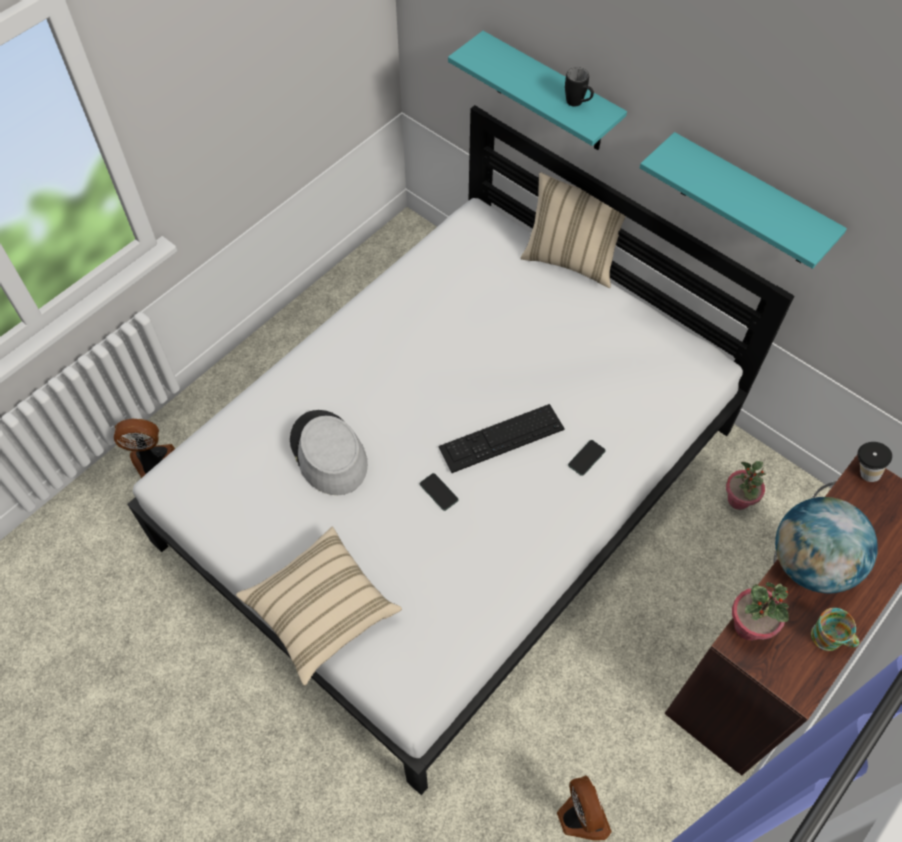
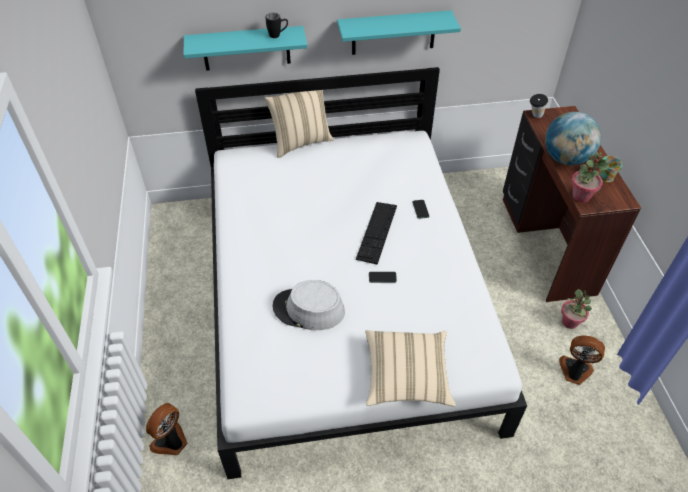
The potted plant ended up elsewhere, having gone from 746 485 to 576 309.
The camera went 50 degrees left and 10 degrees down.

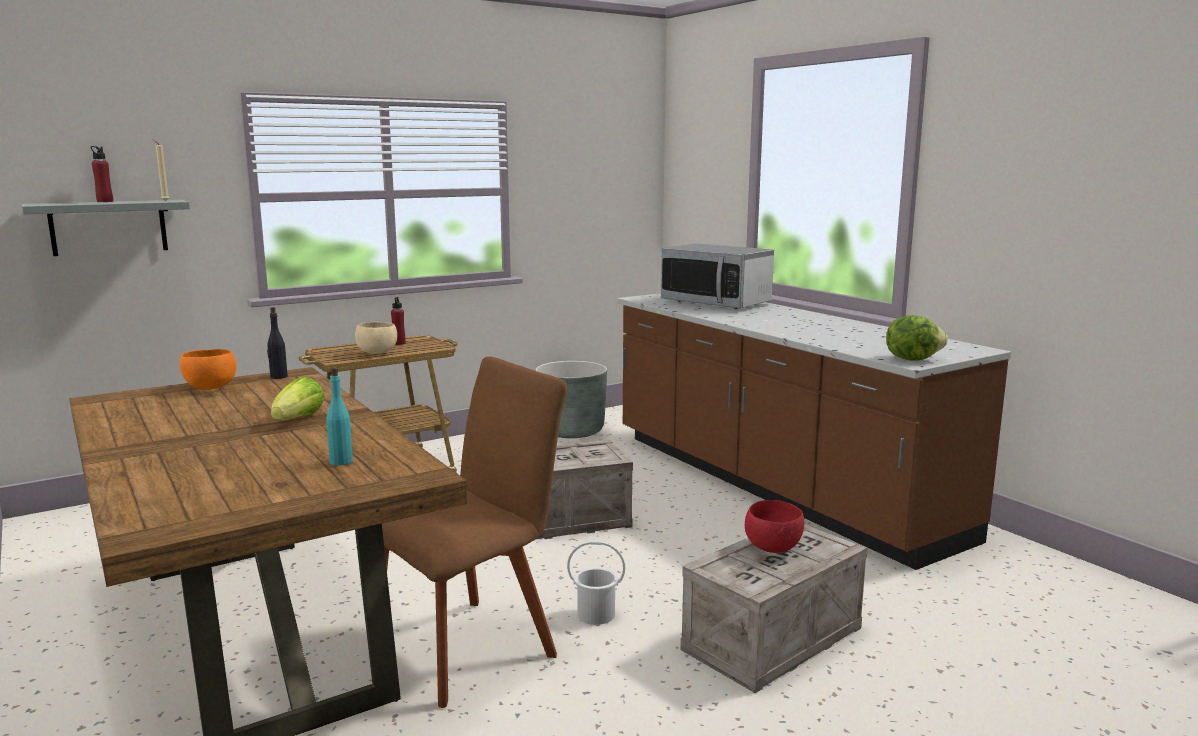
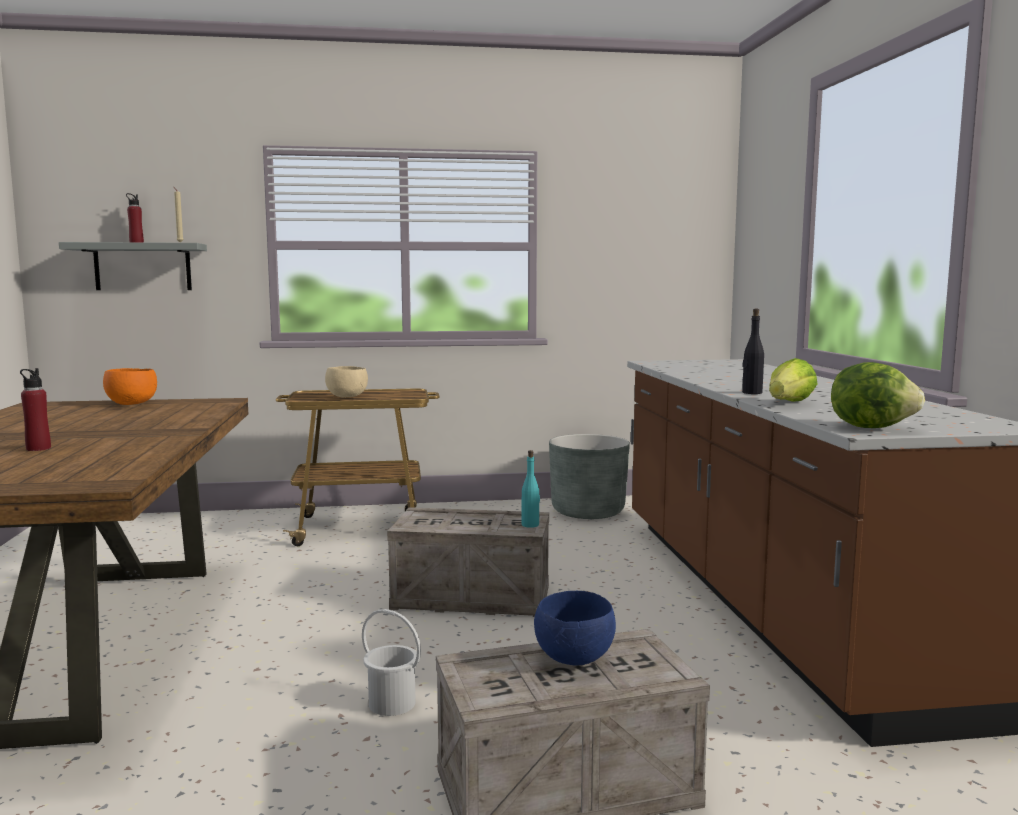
The second view lost the brown chair at 474 532.
The second view lost the microwave at 717 276.
The black bottle ended up elsewhere, having gone from 277 343 to 753 351.
The lettuce ended up elsewhere, having gone from 298 398 to 793 380.
The turquoise bottle ended up elsewhere, having gone from 339 416 to 531 489.
The red bottle ended up elsewhere, having gone from 398 321 to 35 409.
What was the red bowl at 774 526 turned into the blue bowl at 575 628.
The camera went 25 degrees right and 5 degrees down.

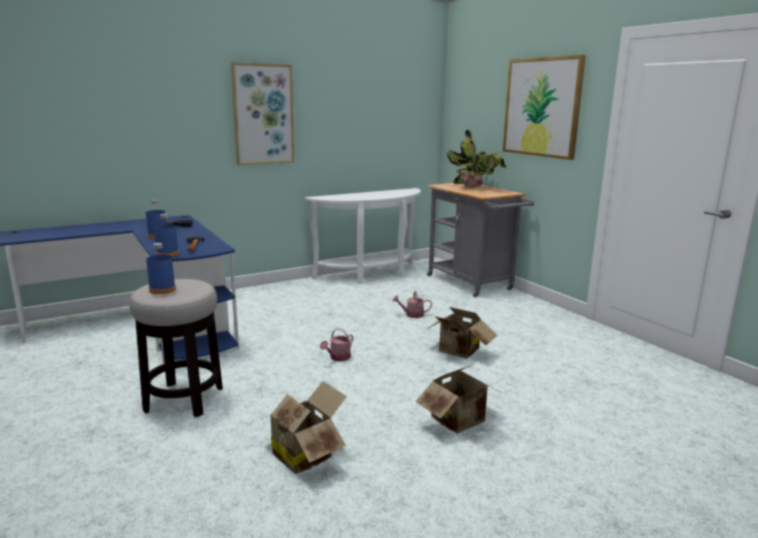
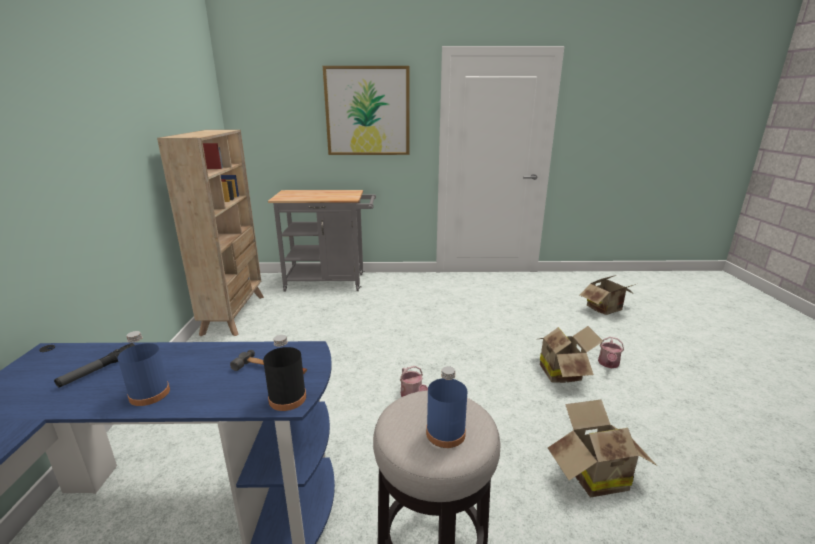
The second view lost the picture at 262 113.
The second view lost the potted plant at 476 159.
The watering can ended up elsewhere, having gone from 412 304 to 611 352.
The cardboard box ended up elsewhere, having gone from 461 333 to 608 295.
Where the white console table stood at 363 236, the beige bookcase came to stand at 210 233.
What was the blue bottle at 166 235 turned into the black bottle at 284 373.
The camera went 60 degrees left and 5 degrees up.

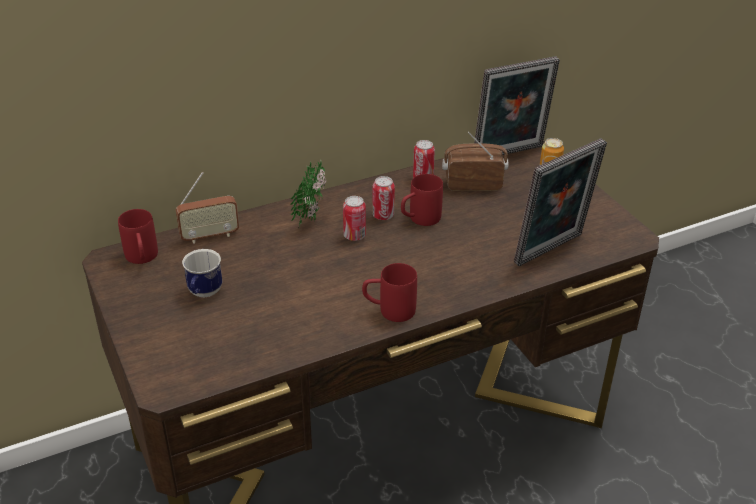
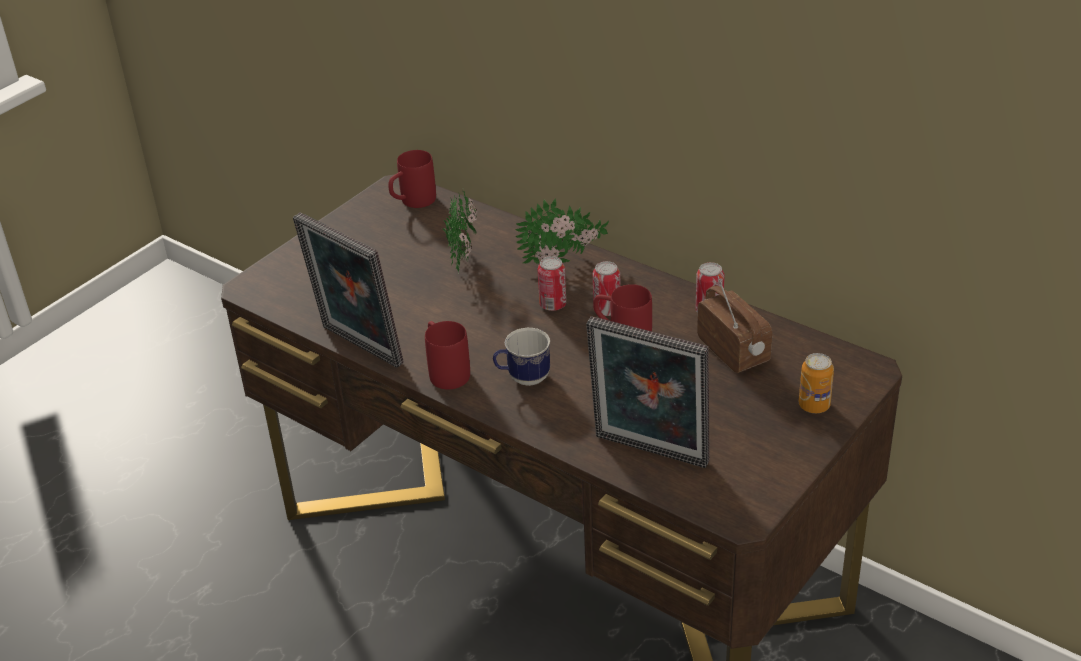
The second view lost the radio at 207 207.
The second view gained the potted plant at 460 233.
The mug ended up elsewhere, having gone from 202 273 to 521 357.
The picture frame ended up elsewhere, having gone from 517 105 to 348 290.
The camera went 65 degrees right and 0 degrees up.

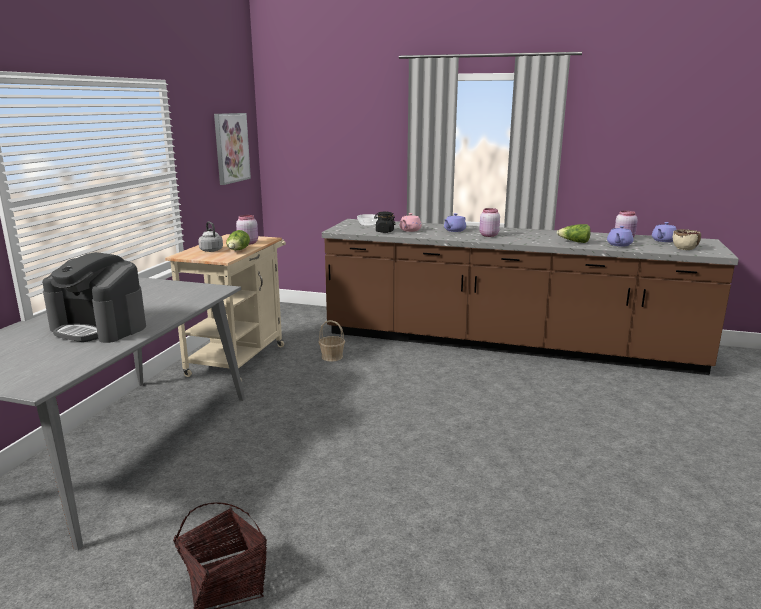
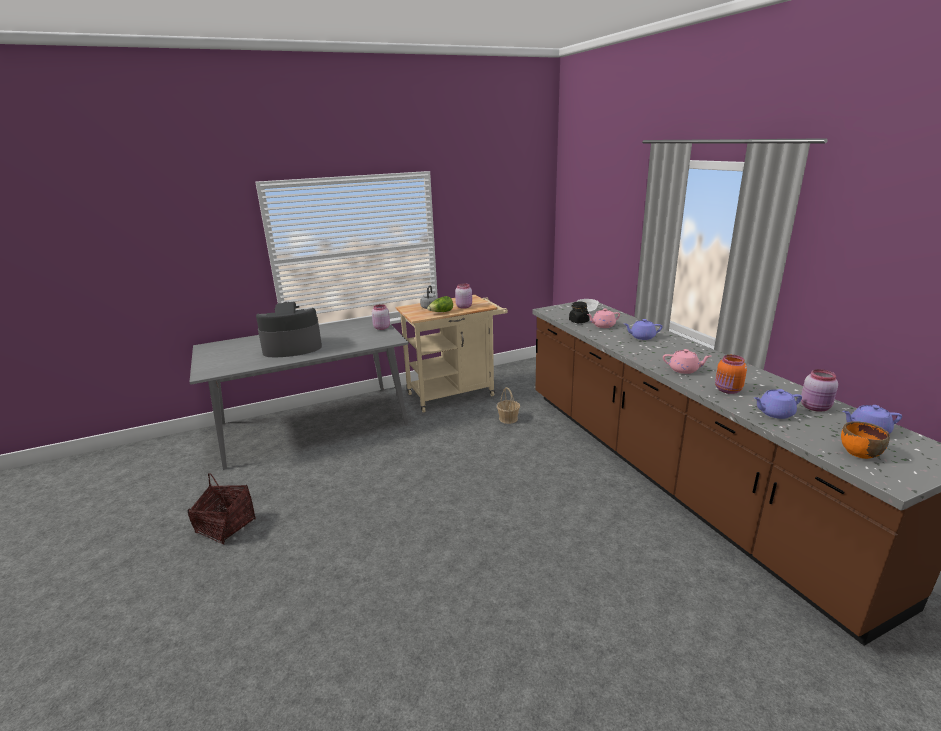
The second view lost the picture at 232 149.
The second view gained the pink teapot at 687 361.
The pink jar ended up elsewhere, having gone from 489 222 to 381 317.
Where the lettuce stood at 574 233, the orange jar came to stand at 731 374.
What was the beige bowl at 686 239 turned into the orange bowl at 865 440.
The coffee machine at 94 297 ended up facing another way, 90 degrees clockwise from before.
The camera went 50 degrees right and 5 degrees up.

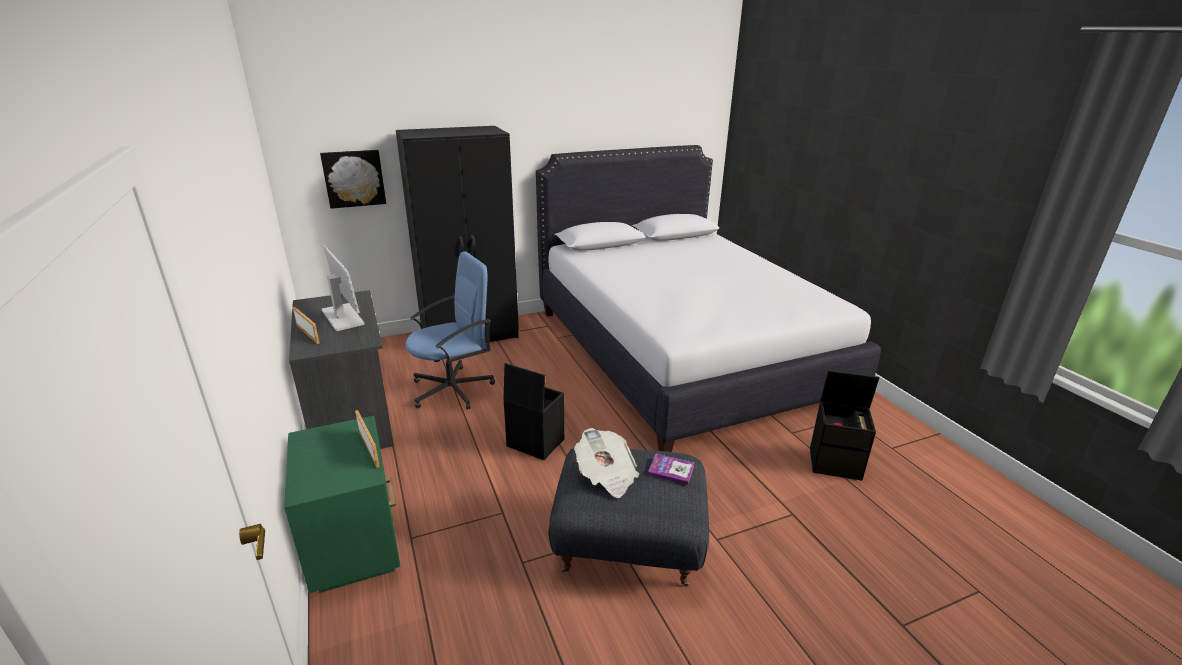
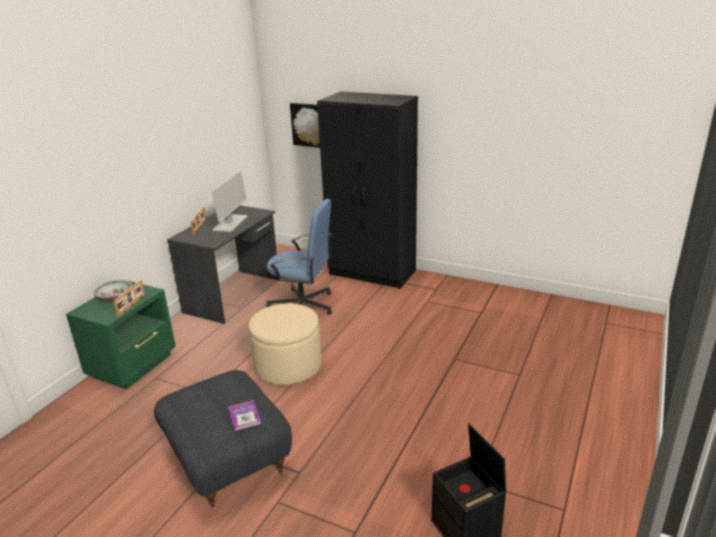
The second view lost the white bed at 708 298.
The second view lost the newspaper at 607 463.
The second view gained the bowl at 113 290.
Where the black storage box stood at 534 411, the beige ottoman came to stand at 285 344.
The camera went 50 degrees right and 0 degrees up.

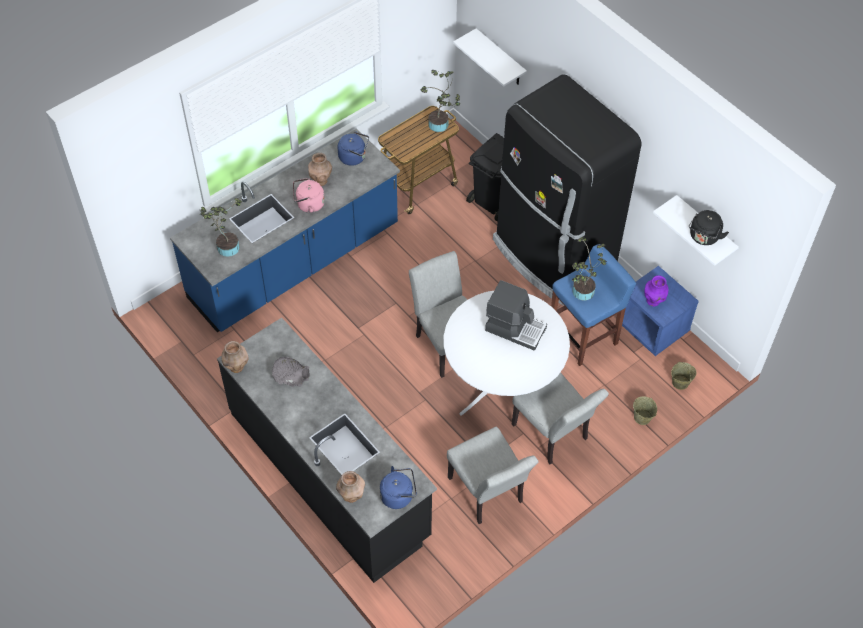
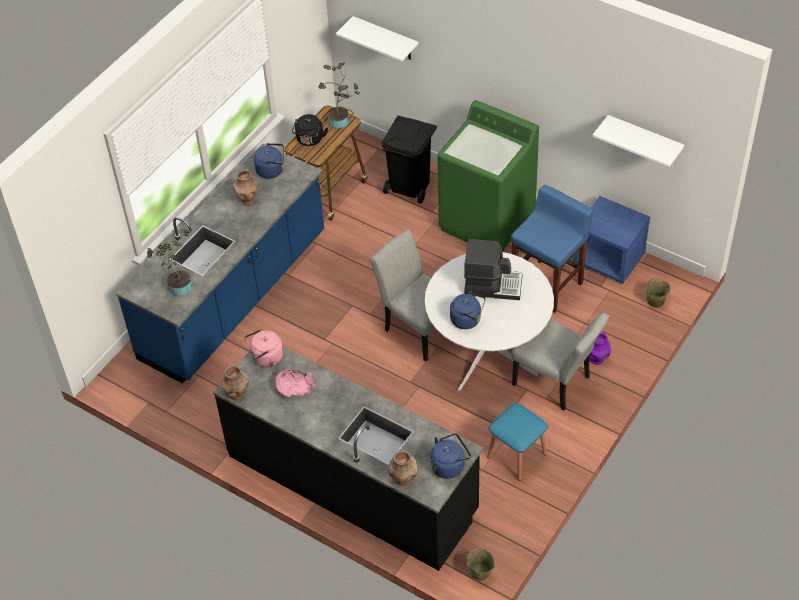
The second view lost the potted plant at 589 269.
The second view gained the blue kettle at 467 310.
The pink kettle ended up elsewhere, having gone from 309 195 to 263 348.
The beige bucket ended up elsewhere, having gone from 645 410 to 480 565.
The purple vase ended up elsewhere, having gone from 656 290 to 600 348.
The black kettle ended up elsewhere, having gone from 709 227 to 310 130.
Where the grey chair stood at 492 475, the blue stool came to stand at 517 442.
Where the black fridge stood at 567 190, the green washing machine came to stand at 488 176.
What was the grey bowl at 291 372 turned into the pink bowl at 295 383.
The camera went 15 degrees left and 5 degrees down.

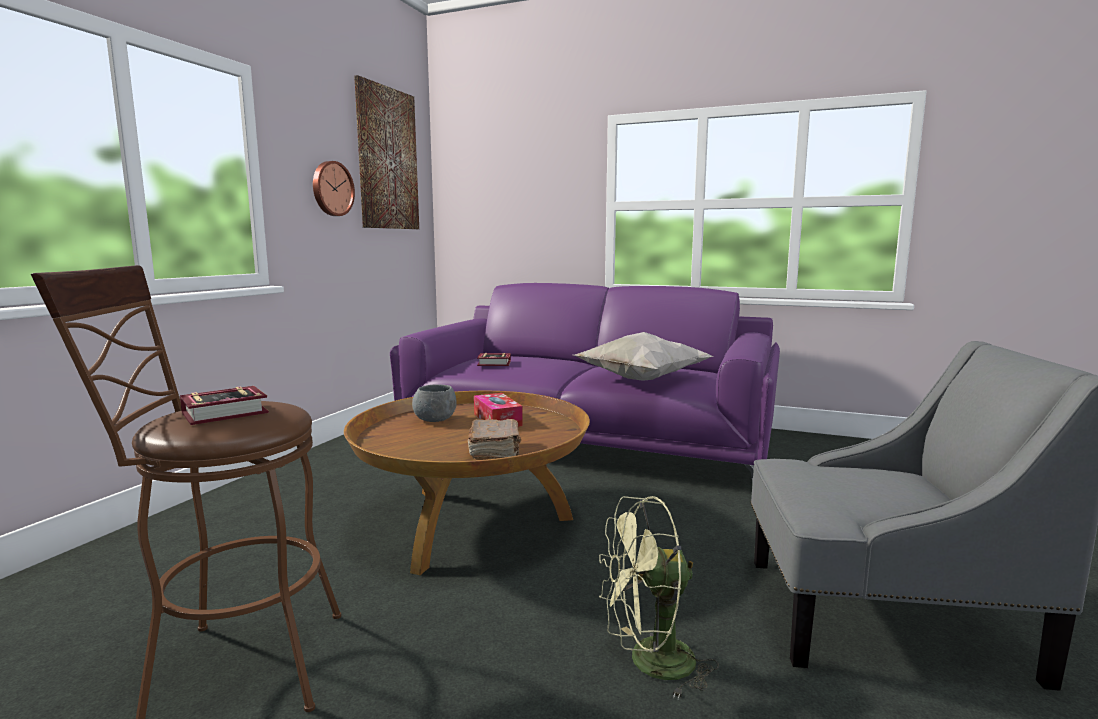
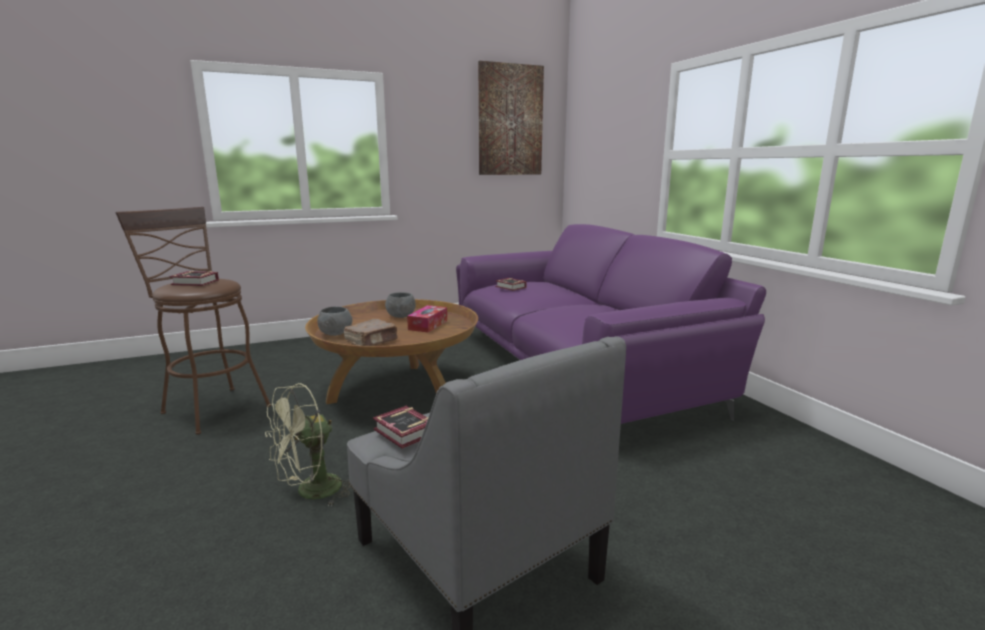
The second view lost the wall clock at 334 188.
The second view lost the white pillow at 644 356.
The second view gained the grey bowl at 334 321.
The second view gained the book at 400 427.
The green fan at 659 597 ended up facing another way, 75 degrees counterclockwise from before.
The camera went 45 degrees right and 5 degrees up.

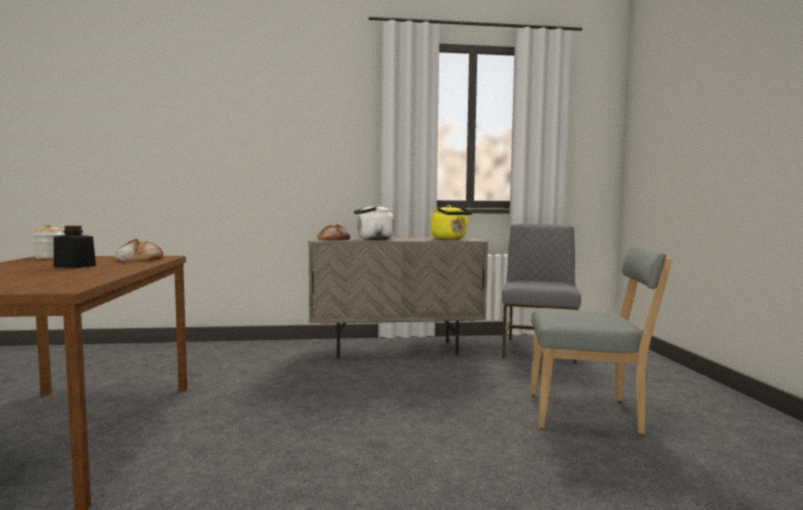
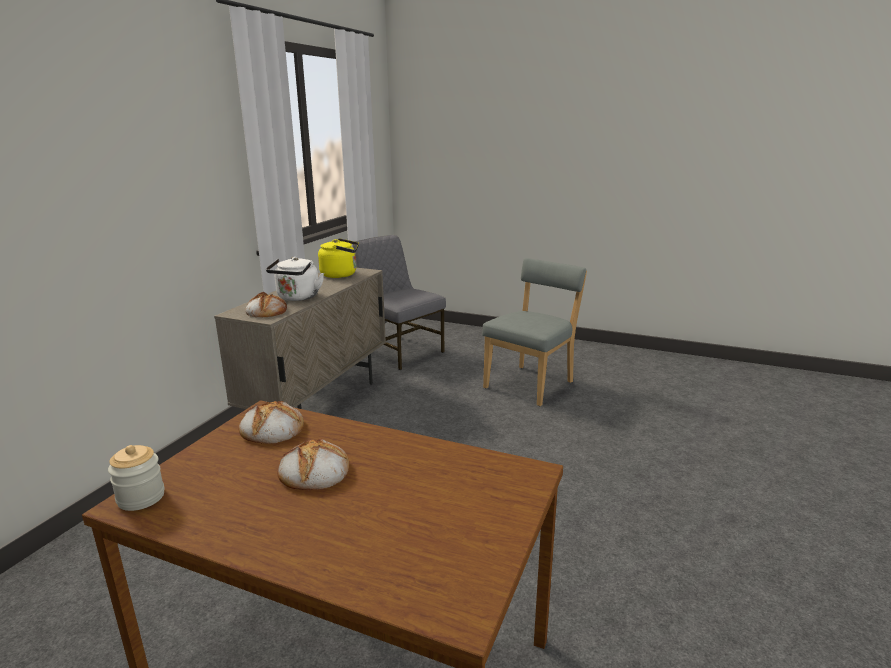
Where the black jar stood at 75 247, the bread came to stand at 313 464.
The camera went 60 degrees left and 15 degrees up.

